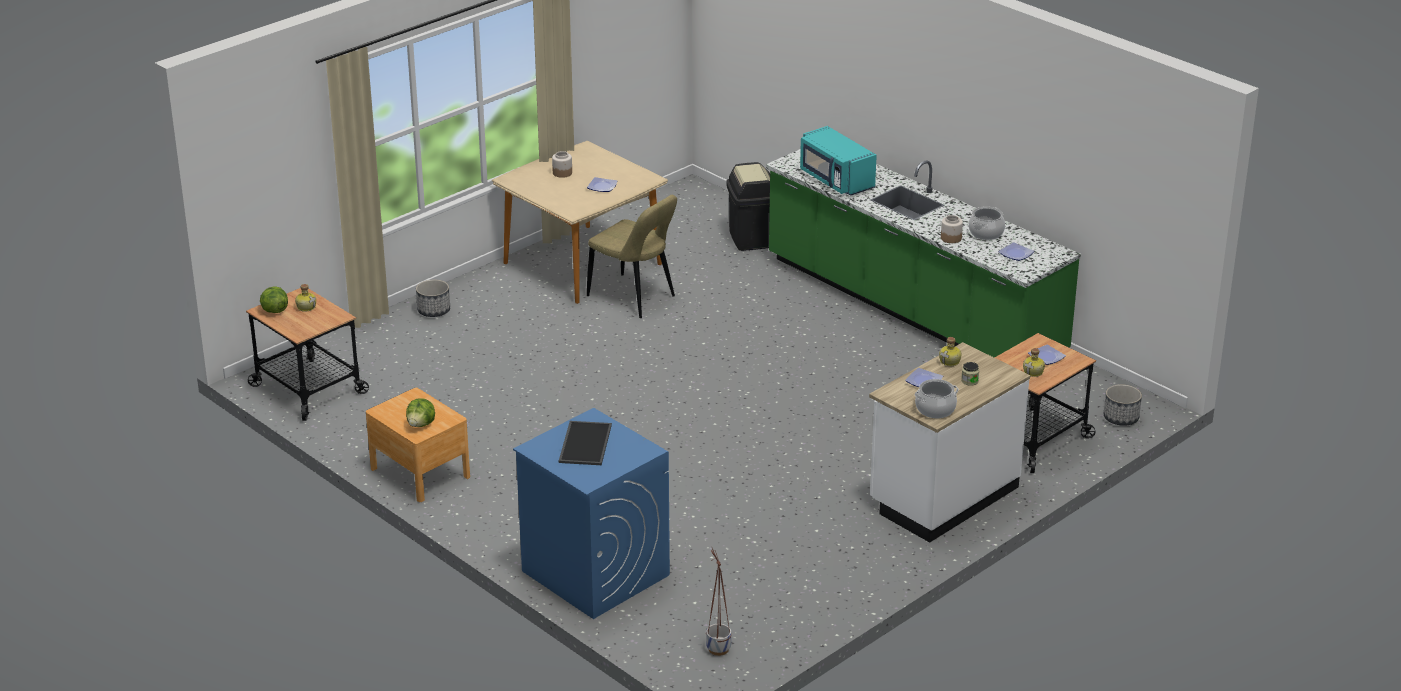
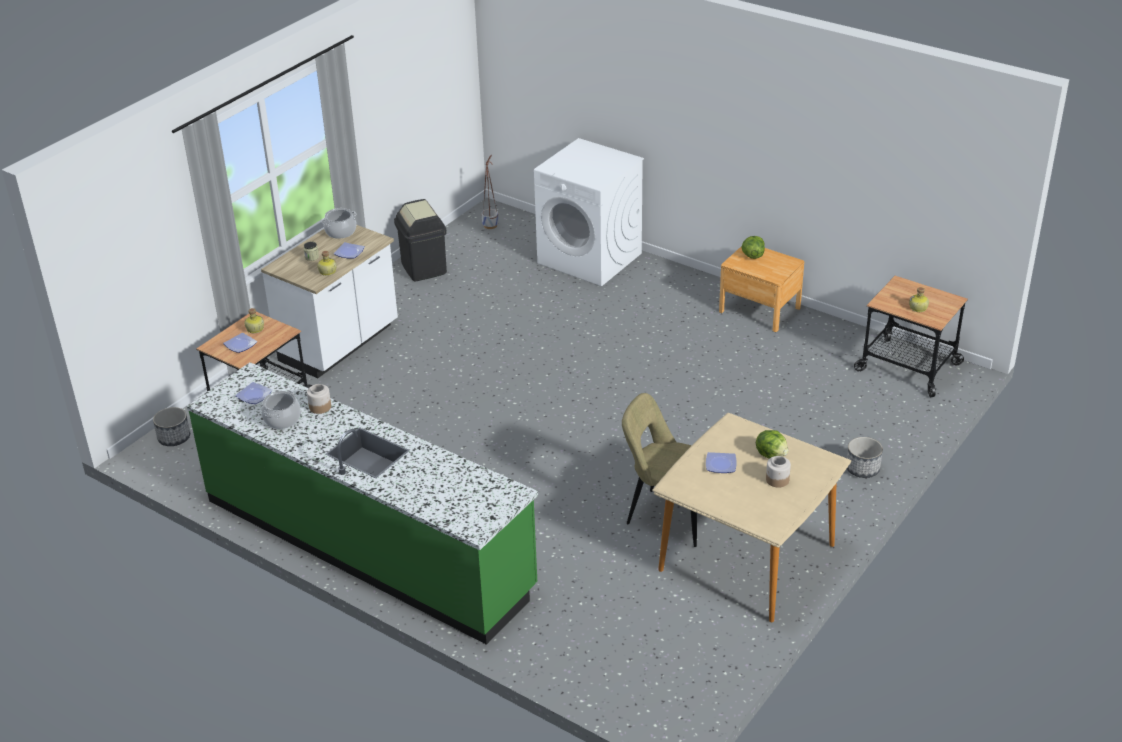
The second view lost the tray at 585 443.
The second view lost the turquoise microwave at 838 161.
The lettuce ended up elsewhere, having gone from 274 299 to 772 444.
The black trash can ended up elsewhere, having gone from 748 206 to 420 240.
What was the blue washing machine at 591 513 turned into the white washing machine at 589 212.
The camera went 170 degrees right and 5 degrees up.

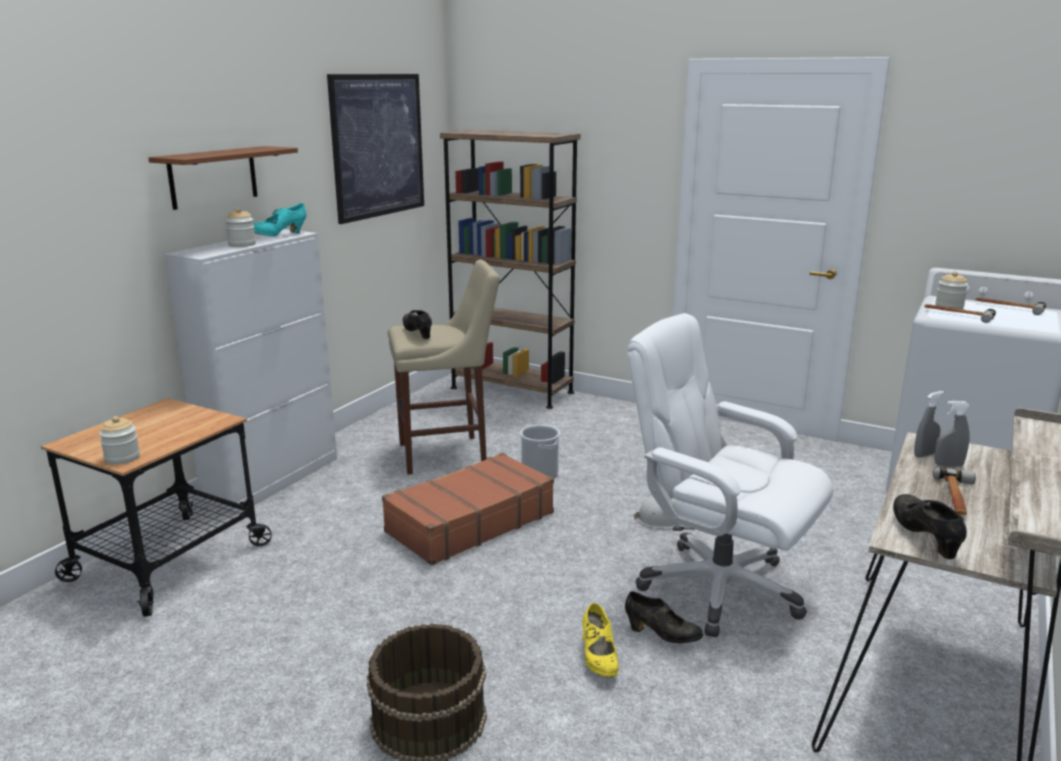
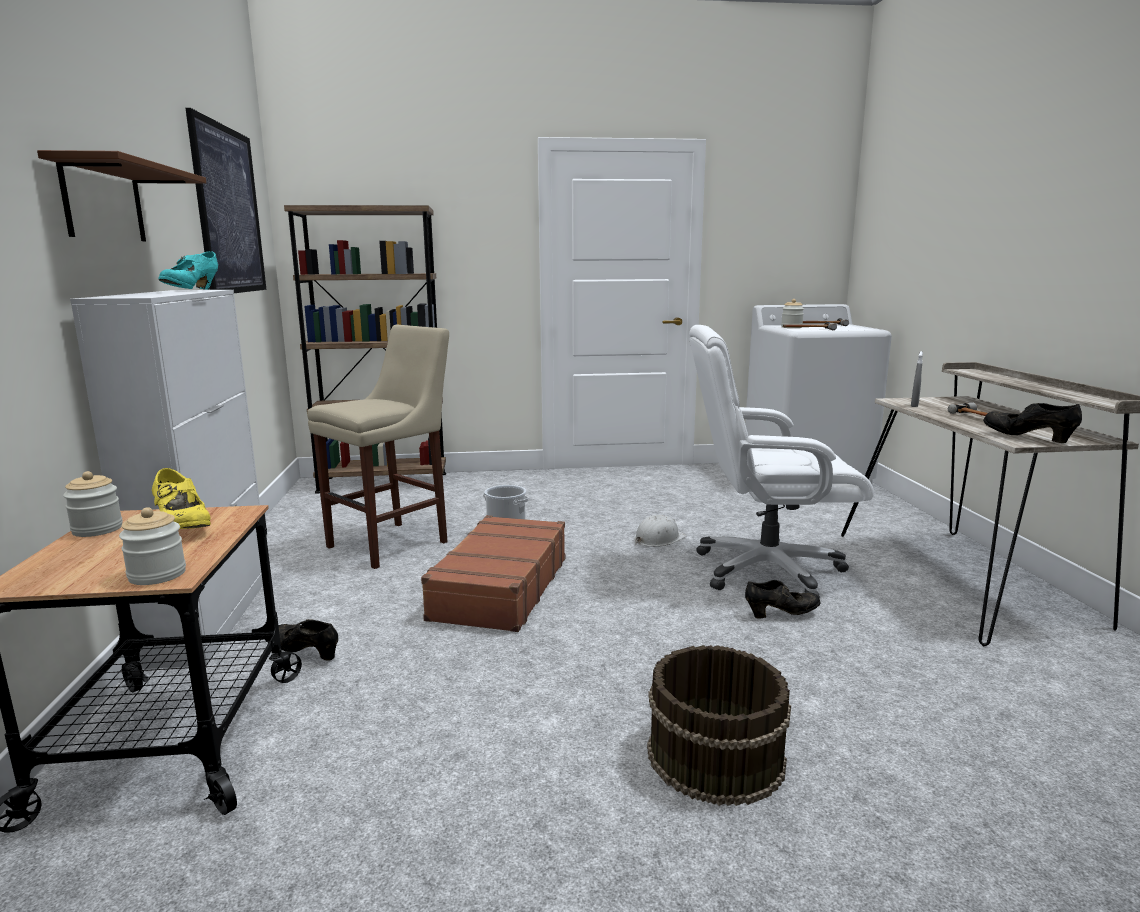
The second view lost the grey spray bottle at 952 434.
The jar ended up elsewhere, having gone from 240 227 to 93 504.
The black shoe ended up elsewhere, having gone from 417 324 to 308 640.
The yellow shoe ended up elsewhere, having gone from 600 640 to 181 498.
The camera went 35 degrees left and 5 degrees down.

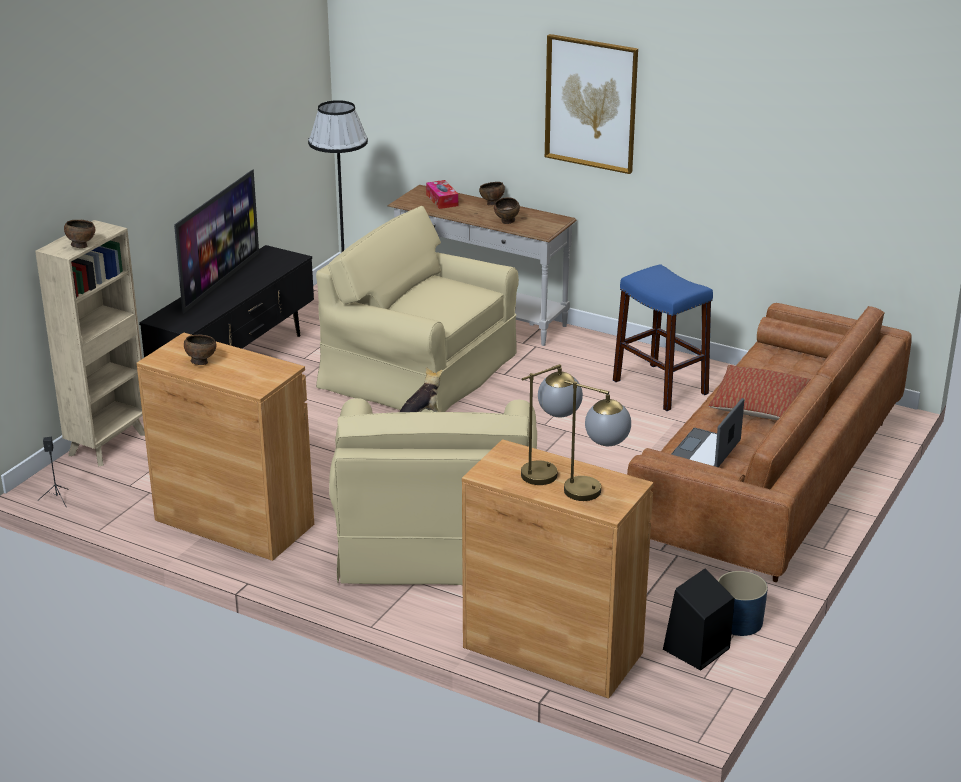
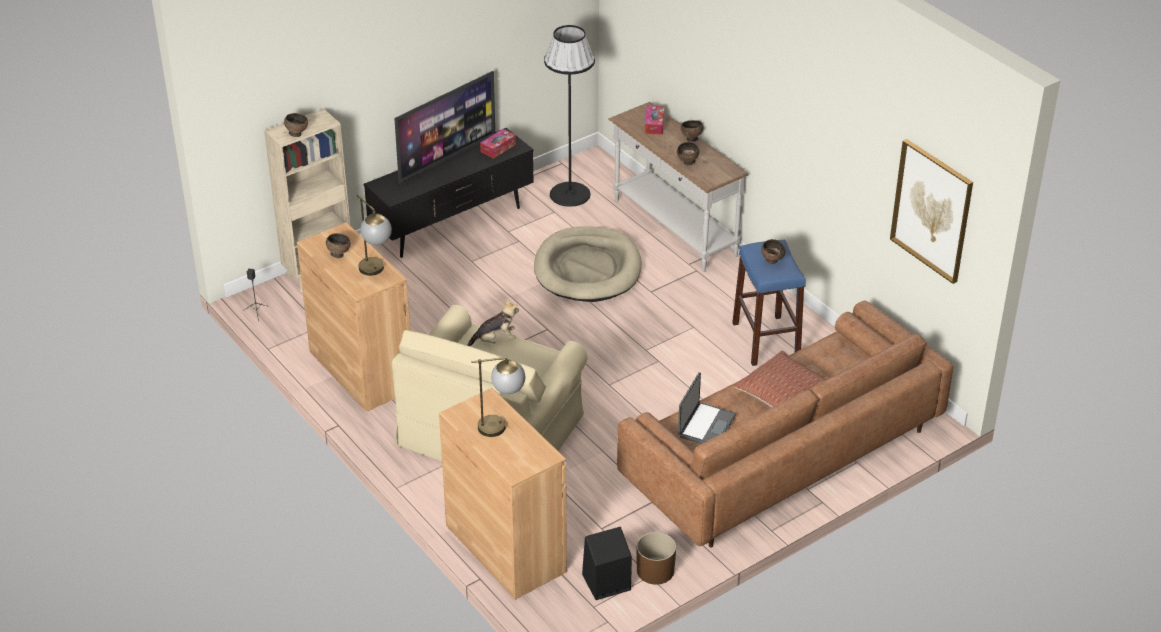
The second view gained the tissue box at 498 144.
The second view gained the brown bowl at 773 251.
The picture ended up elsewhere, having gone from 591 104 to 931 211.
The table lamp ended up elsewhere, having gone from 597 440 to 374 235.
Where the beige armchair stood at 417 309, the beige dog bed came to stand at 588 264.
What was the blue planter at 743 603 turned into the brown planter at 656 558.
The laptop at 707 432 ended up facing another way, 150 degrees clockwise from before.
The camera went 25 degrees right and 10 degrees up.

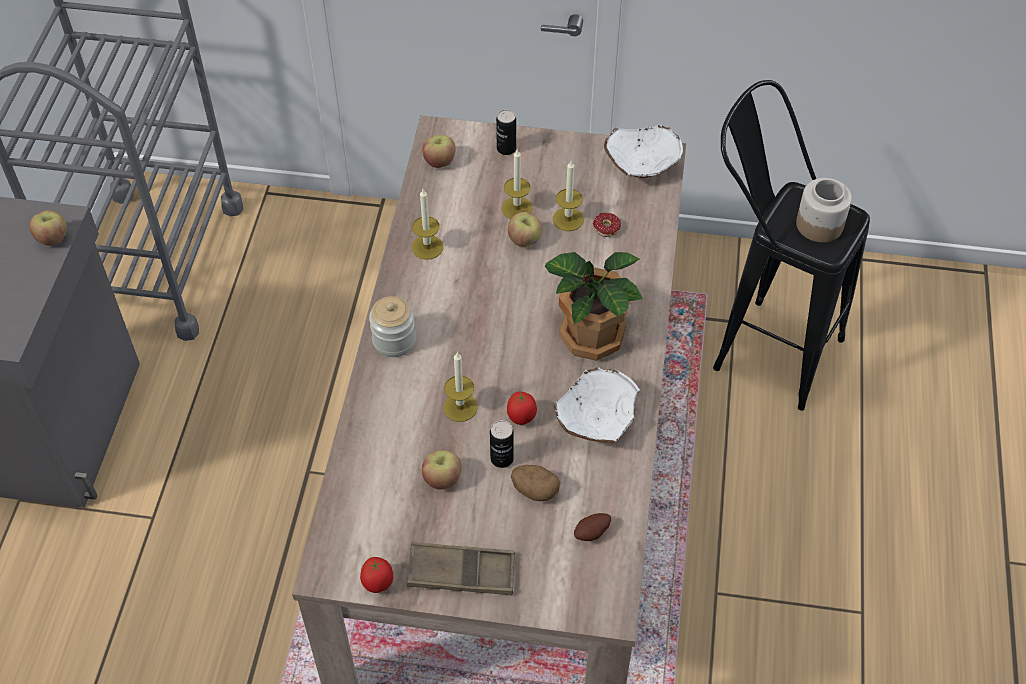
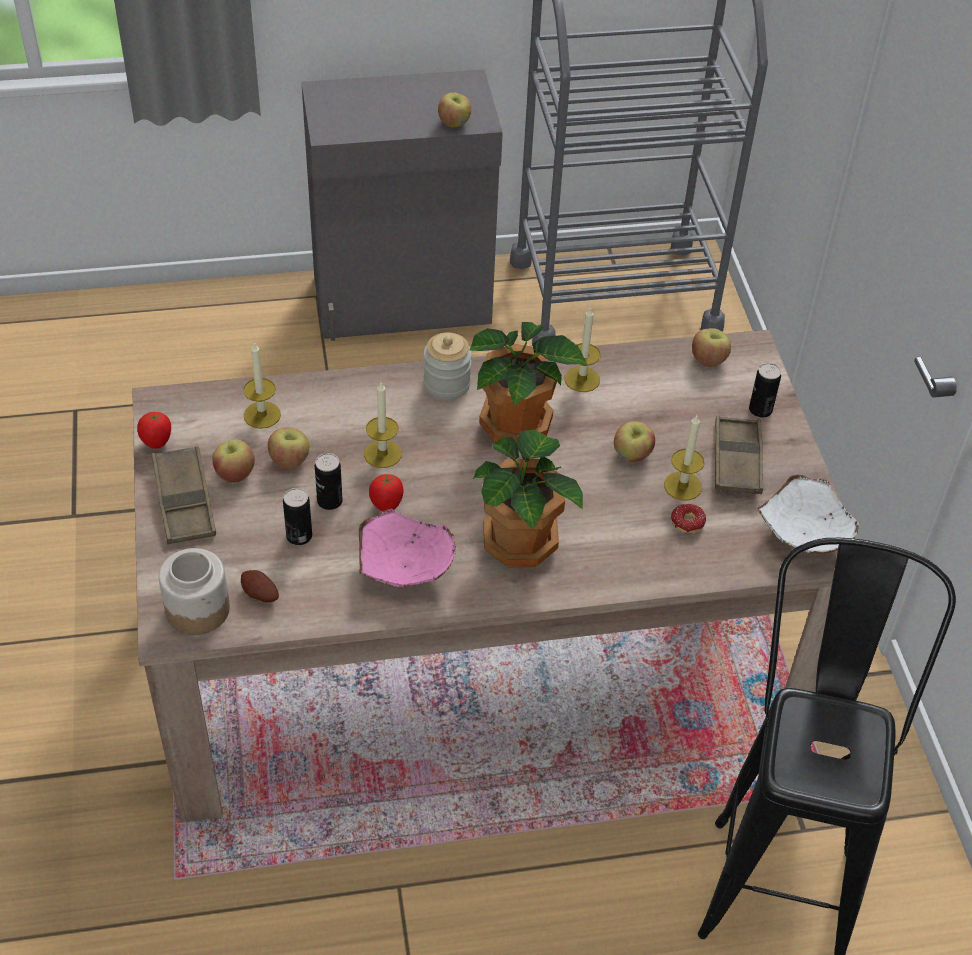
The second view gained the apple at 233 461.
The second view gained the potted plant at 529 382.
The second view gained the brown tray at 739 455.
The candle ended up elsewhere, having gone from 517 184 to 262 385.
The jar ended up elsewhere, having gone from 824 210 to 194 591.
Where the potato stood at 535 483, the can came to stand at 297 516.
What was the white bowl at 597 405 turned into the pink bowl at 407 548.
The camera went 70 degrees right and 5 degrees down.

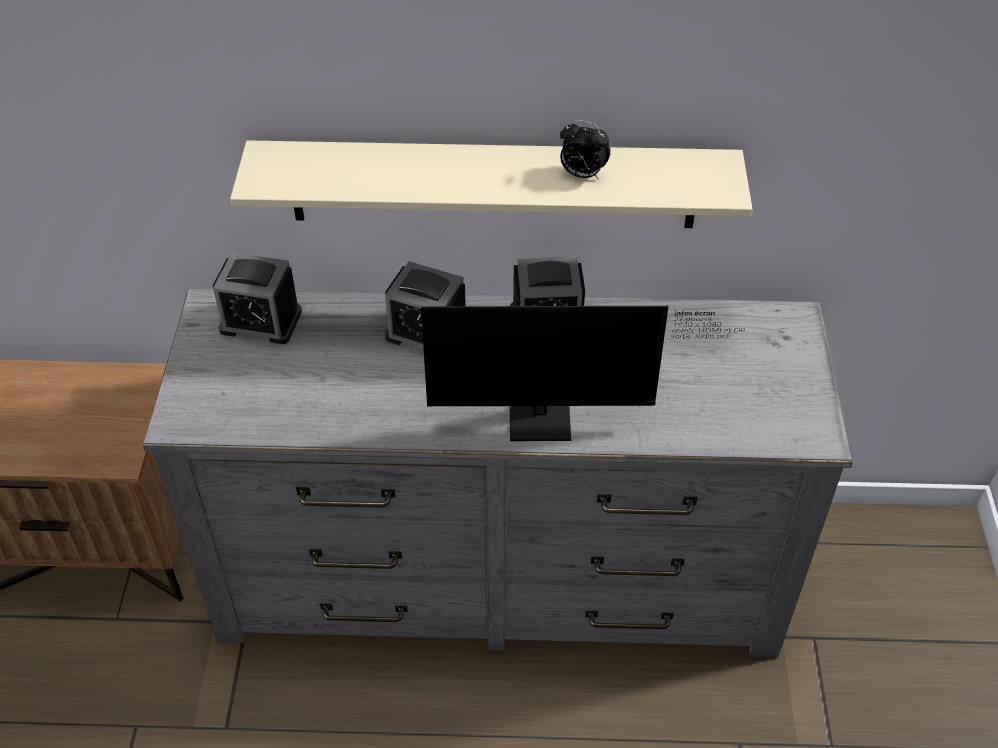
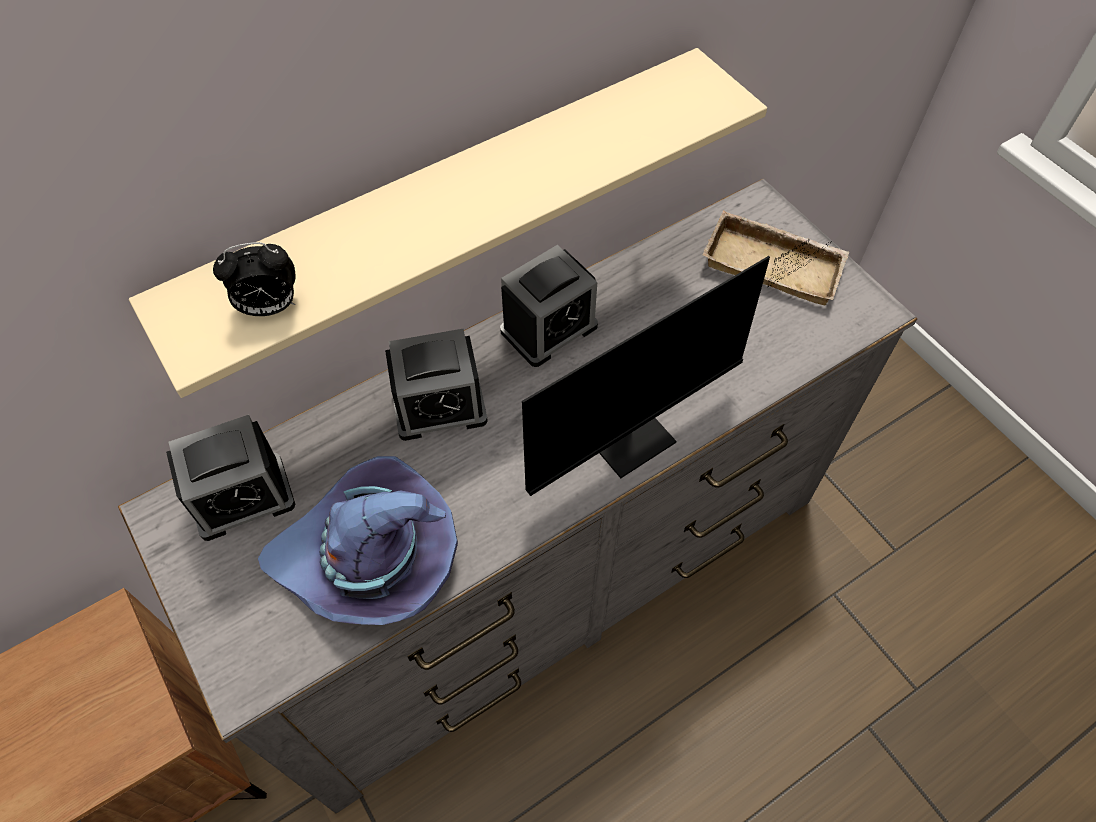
The second view gained the purple hat at 358 540.
The second view gained the beige tray at 776 257.
The alarm clock ended up elsewhere, having gone from 585 150 to 254 279.
The camera went 35 degrees left and 10 degrees up.

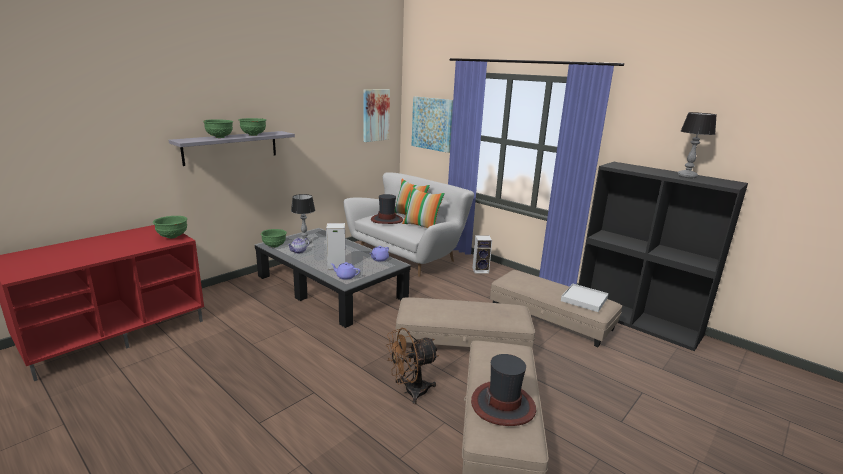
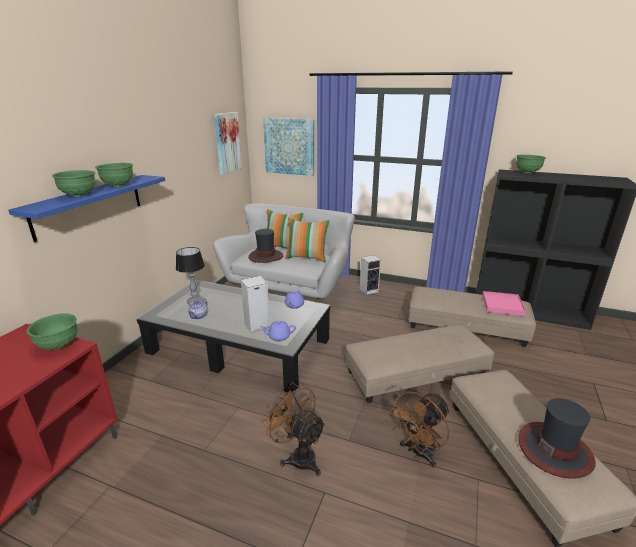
The second view lost the table lamp at 696 145.
The second view gained the brown fan at 293 429.
The green bowl ended up elsewhere, having gone from 274 238 to 531 164.
What was the grey shelf at 232 148 turned into the blue shelf at 86 208.
What was the white tray at 585 298 turned into the pink tray at 504 303.
The camera went 20 degrees left and 5 degrees up.

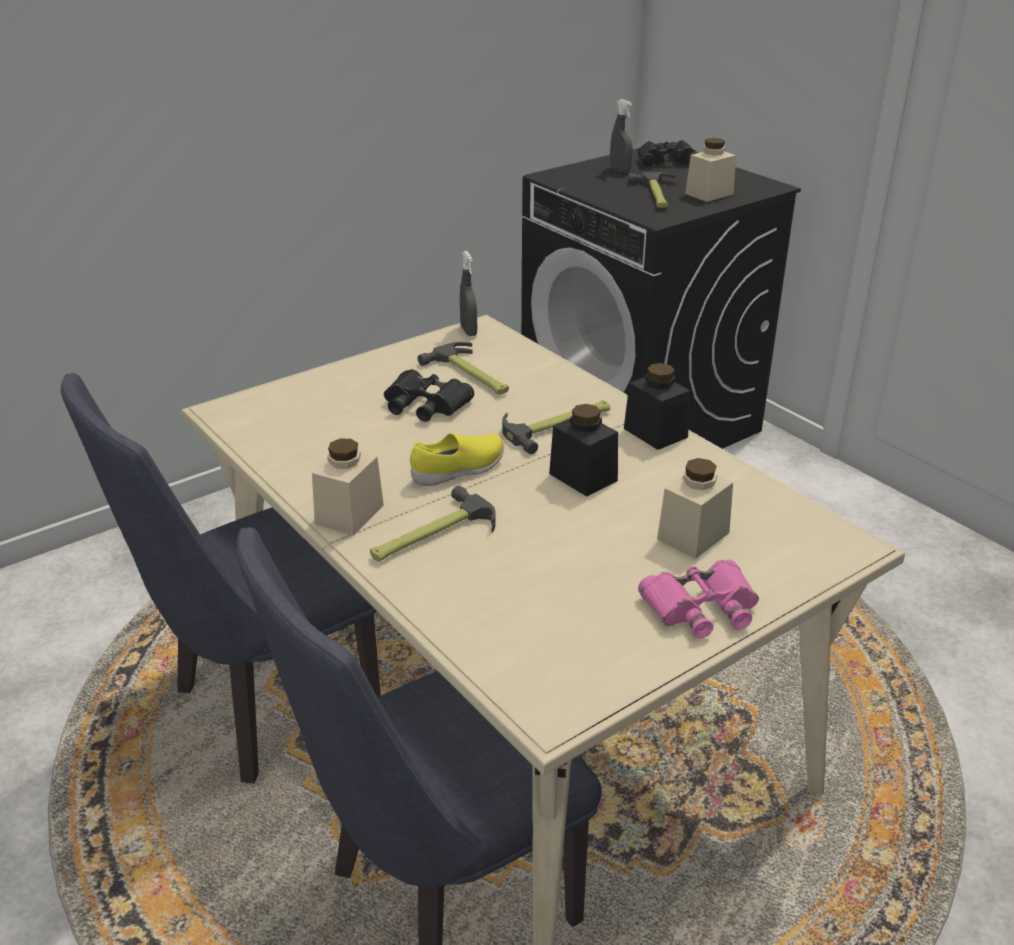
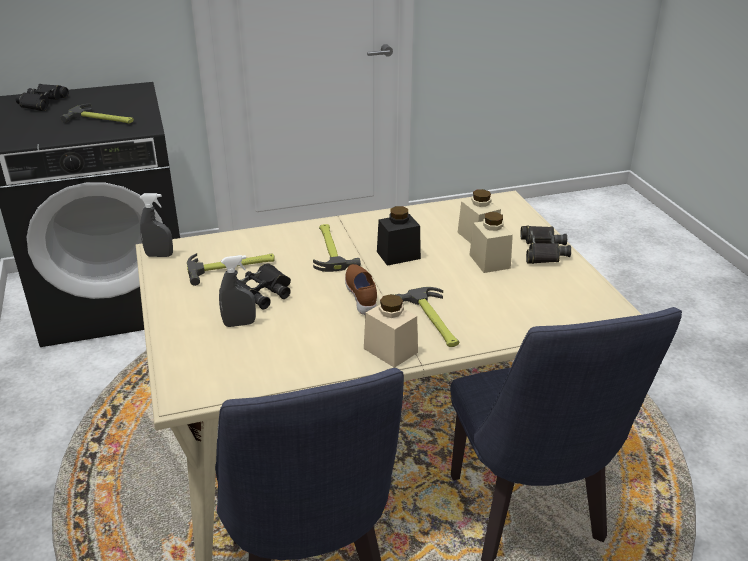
The second view lost the black jar at 657 406.
The grey spray bottle ended up elsewhere, having gone from 621 136 to 237 291.
The beige jar ended up elsewhere, having gone from 710 170 to 491 242.
What was the yellow shoe at 457 459 turned into the brown shoe at 361 289.
What was the pink binoculars at 698 599 turned into the black binoculars at 545 245.
The camera went 70 degrees left and 0 degrees up.

